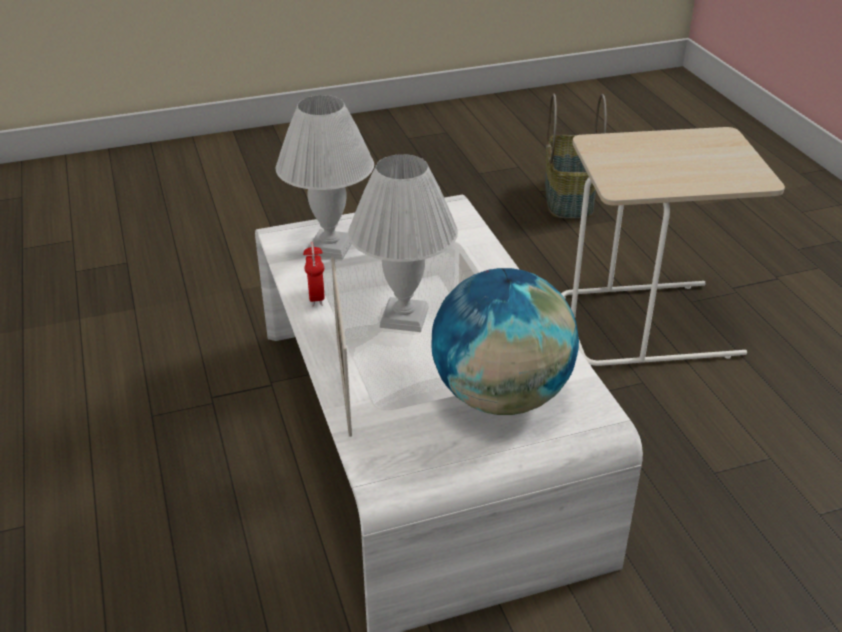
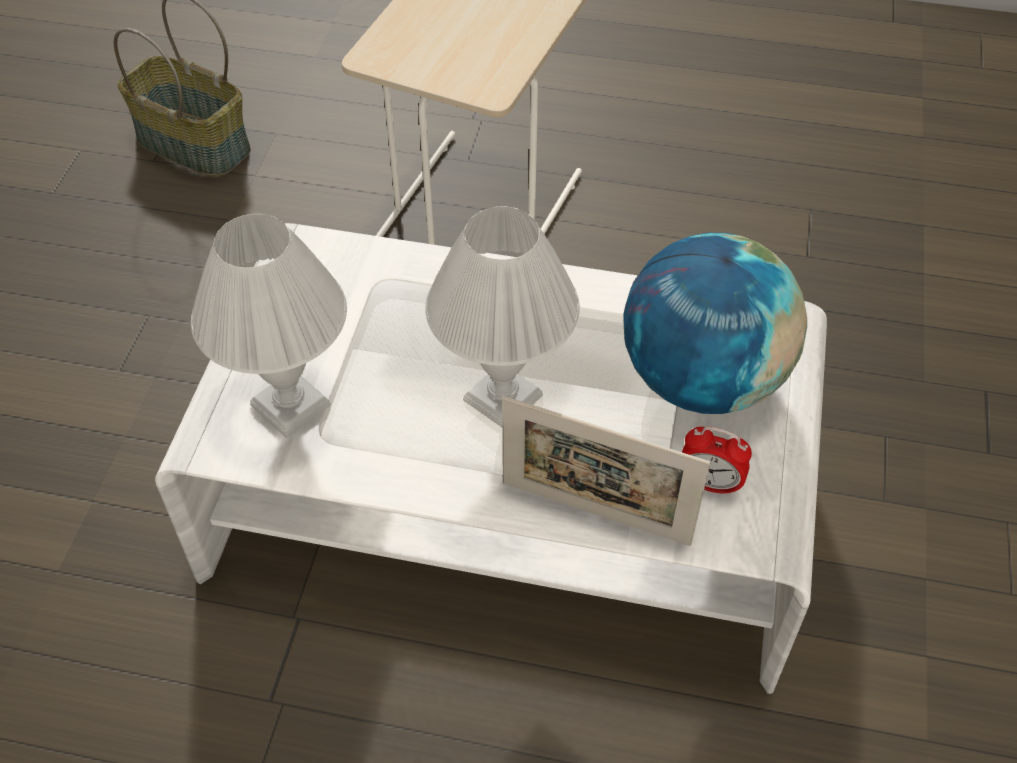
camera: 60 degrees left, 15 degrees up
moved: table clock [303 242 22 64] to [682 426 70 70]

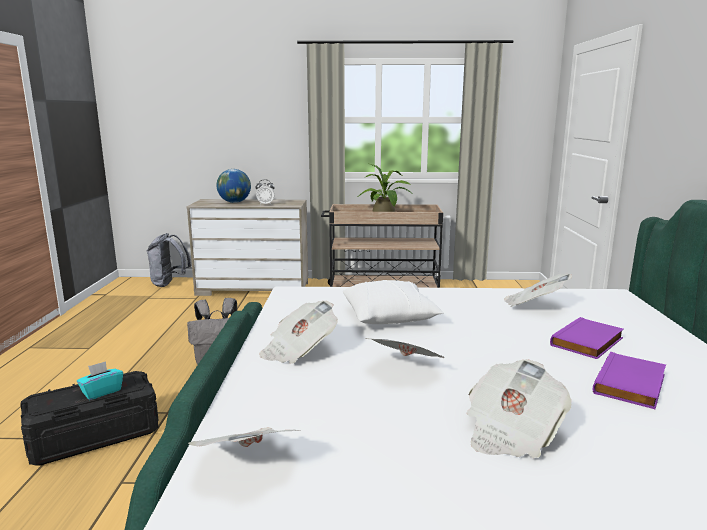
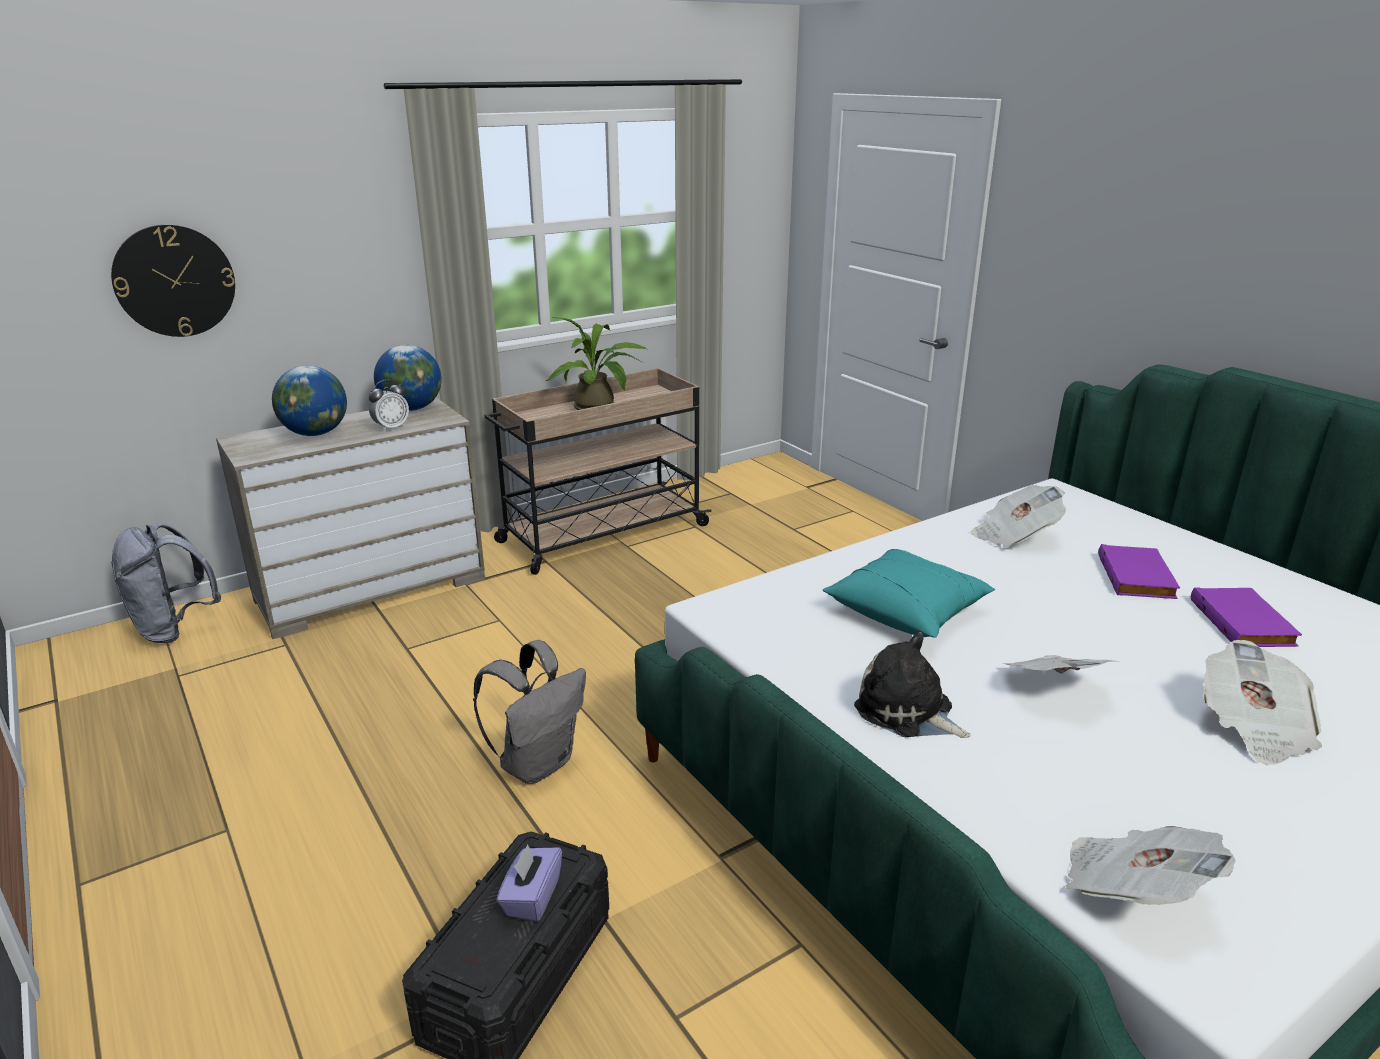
camera: 35 degrees left, 10 degrees up
added: clock on the wall [111 224 124 113]; globe [374 345 68 66]
replaced: printed paper [259 301 79 63] to plush toy [854 632 117 106]
recoloured: blue-green tissue box [77 361 46 39] to purple tissue box [497 844 65 78]; white-coloured pillow [343 280 101 44] to blue-green pillow [823 549 172 89]

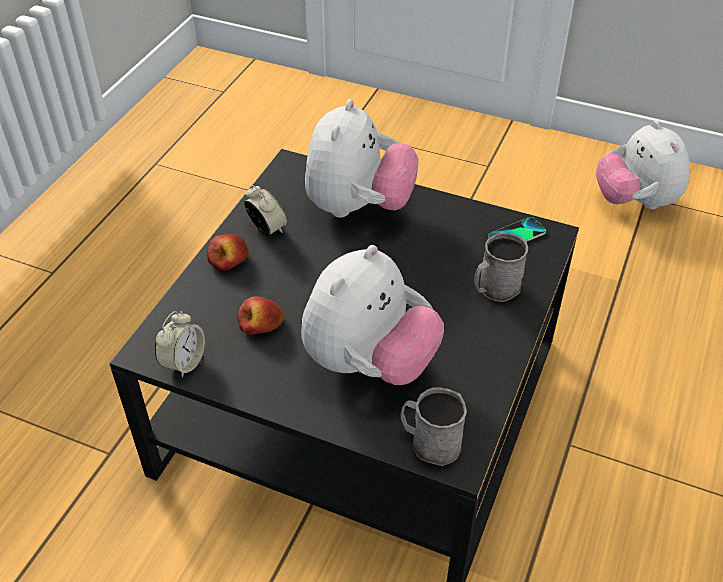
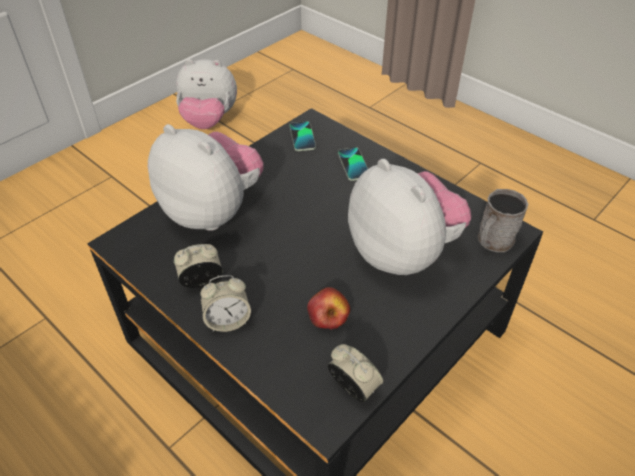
camera: 70 degrees left, 0 degrees up
replaced: apple [207 234 42 37] to table clock [200 275 51 57]; gray coffee mug [474 232 54 70] to phone [338 147 30 34]

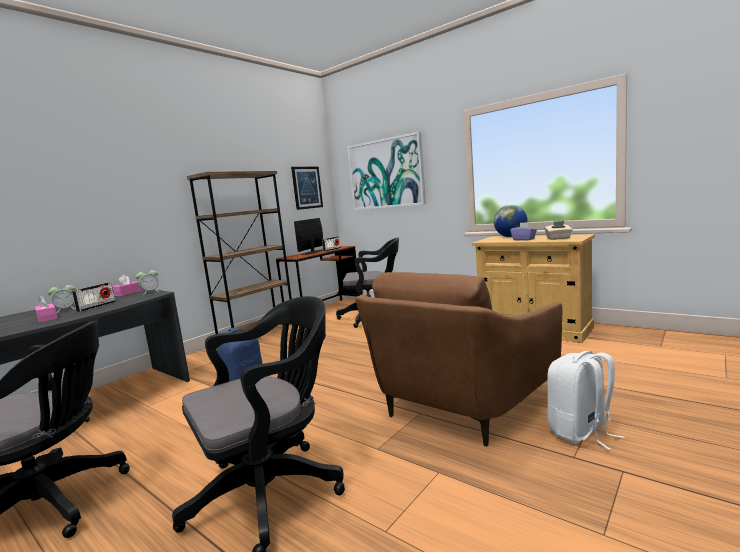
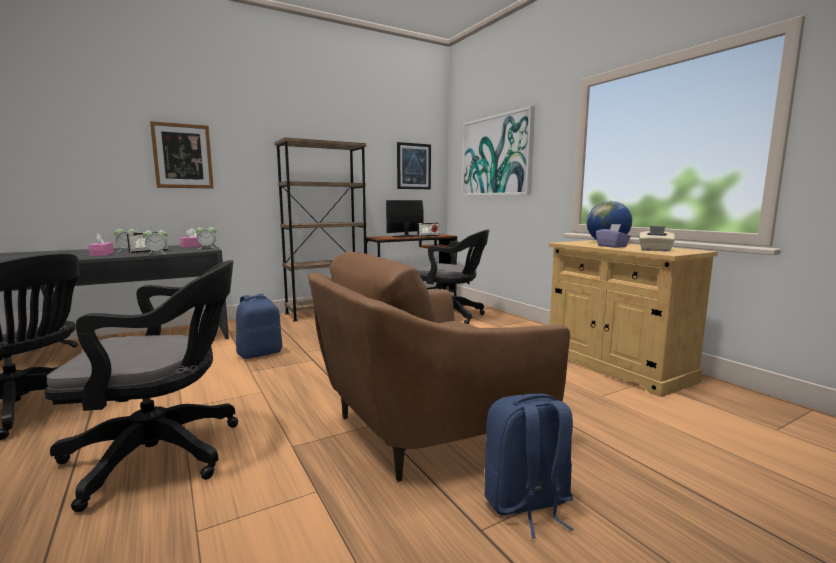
camera: 20 degrees right, 0 degrees up
added: table clock [143 228 25 27]; picture [150 121 64 67]
recoloured: white-coloured knapsack [547 351 78 99] to blue-coloured knapsack [484 394 90 144]

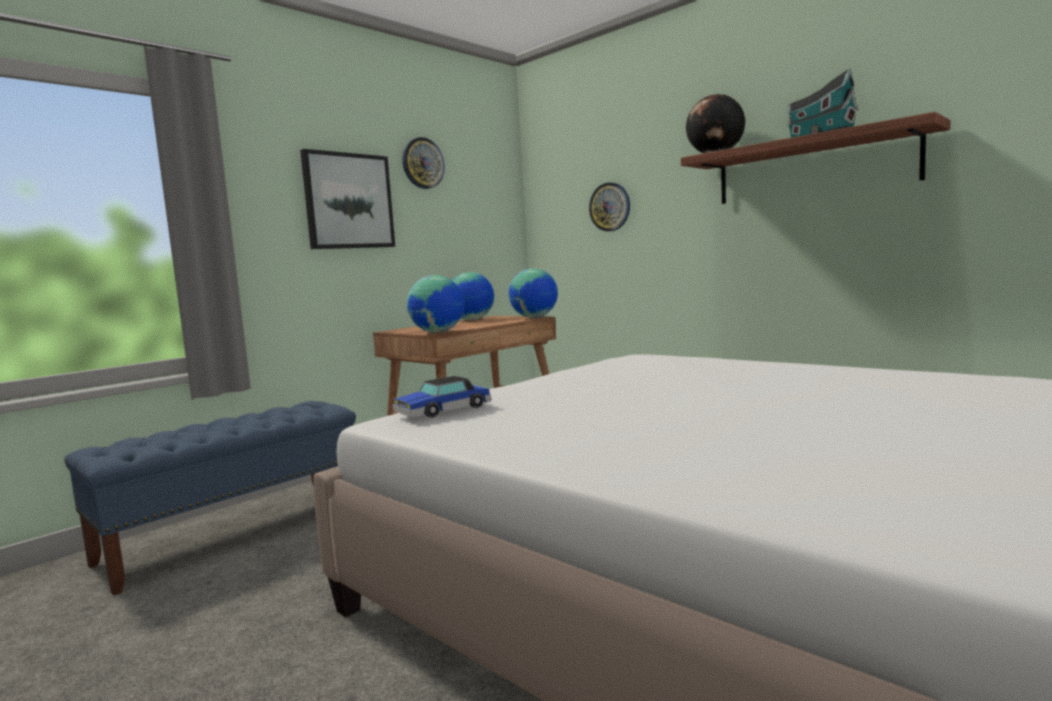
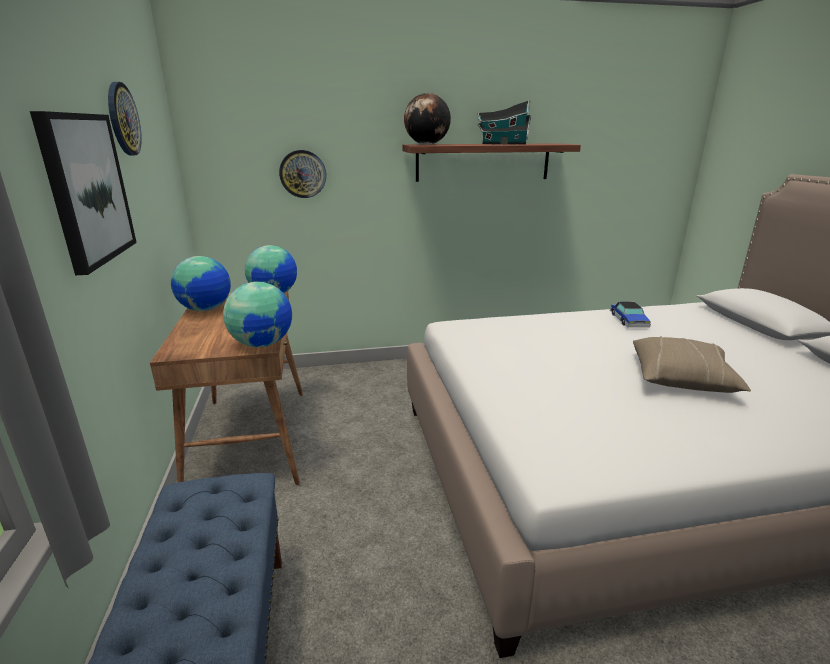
camera: 55 degrees left, 15 degrees up
added: beige-coloured pillow [633 336 118 57]
moved: model car [393 376 98 42] to [610 302 41 26]

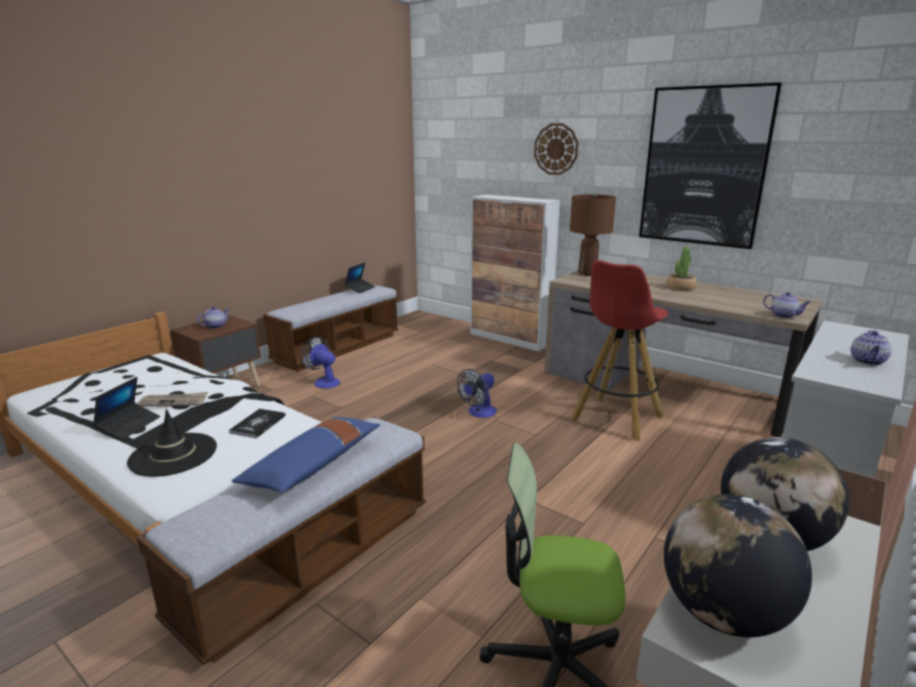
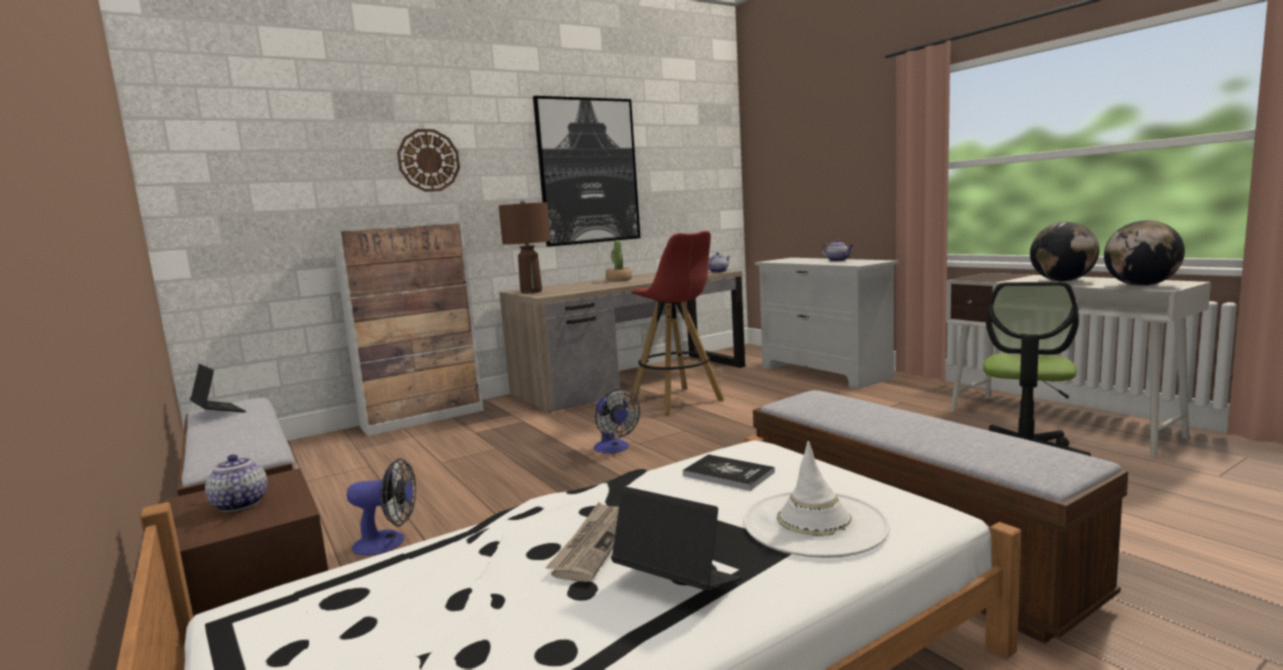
camera: 70 degrees left, 10 degrees down
removed: blue-coloured pillow [232 417 148 76]
recoloured: black-coloured hat [127 409 90 68] to white-coloured hat [743 441 147 117]
turned: electric fan [301 337 39 52] = [347 458 69 97] 150 degrees counterclockwise

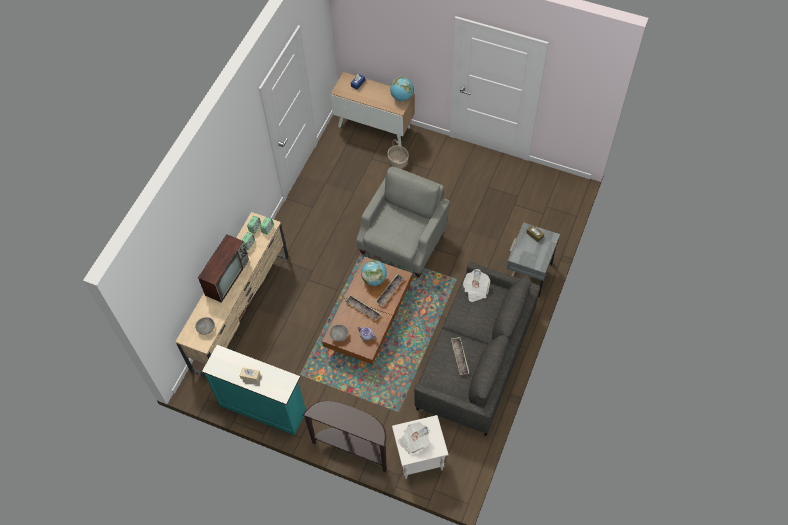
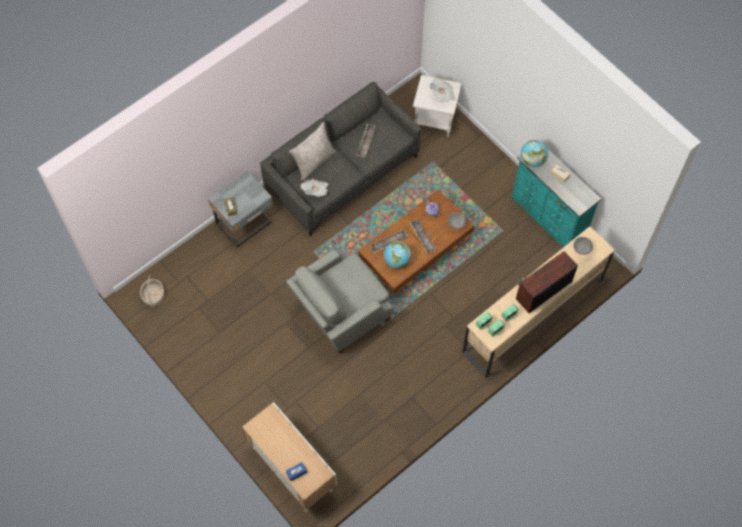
camera: 155 degrees left, 5 degrees up
removed: brown-coloured console table [303 401 84 71]
added: gray pillow [289 122 47 59]
moved: household basket [387 139 22 29] to [140 276 25 31]; globe [390 77 24 24] to [521 140 27 27]

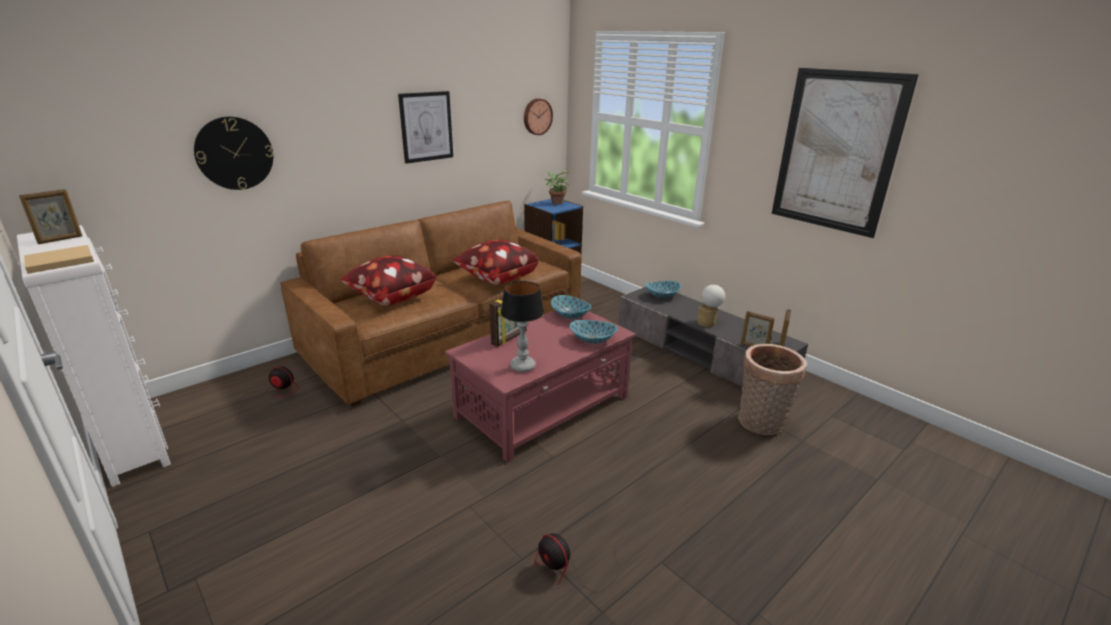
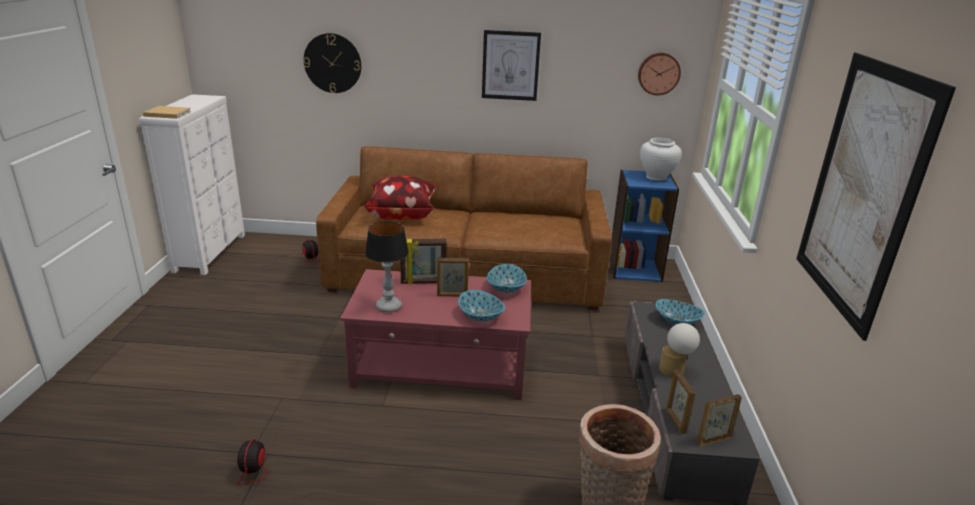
camera: 45 degrees right, 0 degrees up
removed: pillow [452 240 87 45]
moved: standing frame [19 189 63 55] to [437 258 32 38]
replaced: houseplant [545 171 24 34] to white-coloured vase [640 138 42 43]

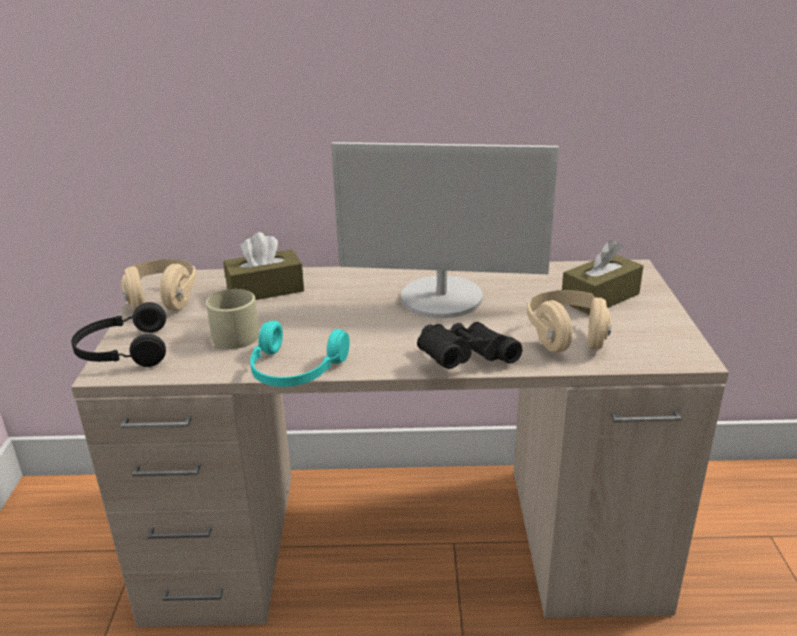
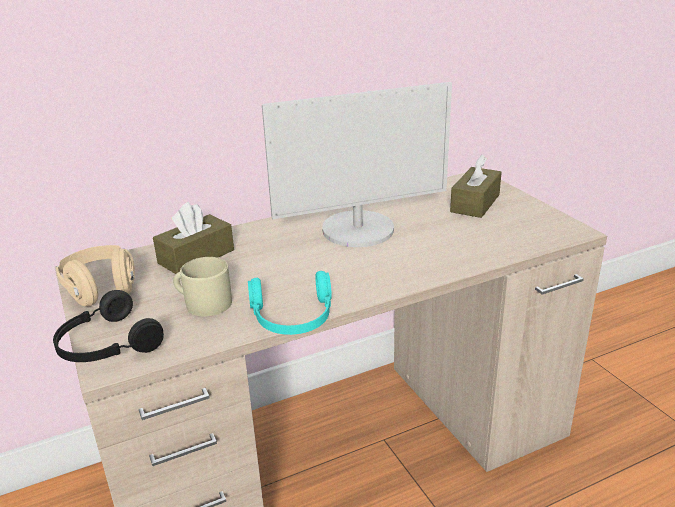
camera: 25 degrees left, 0 degrees up
removed: black-coloured binoculars [417 322 105 47]; beige-coloured headphones [527 290 84 63]

